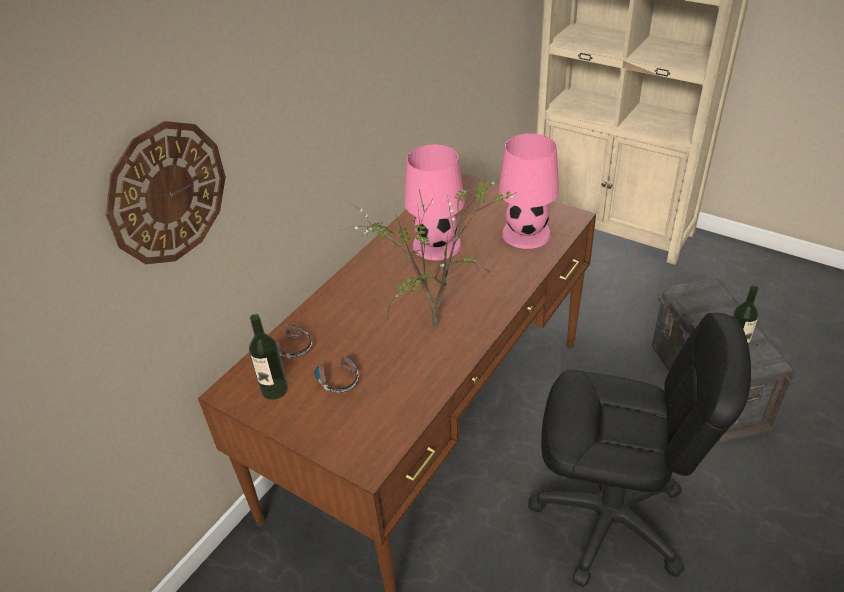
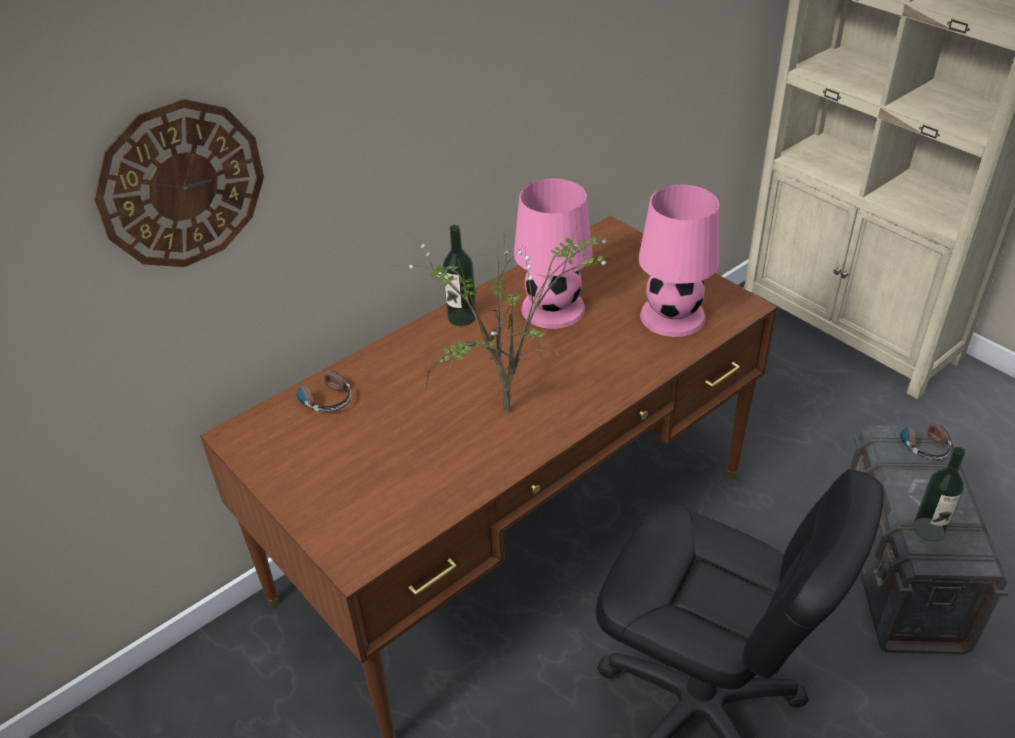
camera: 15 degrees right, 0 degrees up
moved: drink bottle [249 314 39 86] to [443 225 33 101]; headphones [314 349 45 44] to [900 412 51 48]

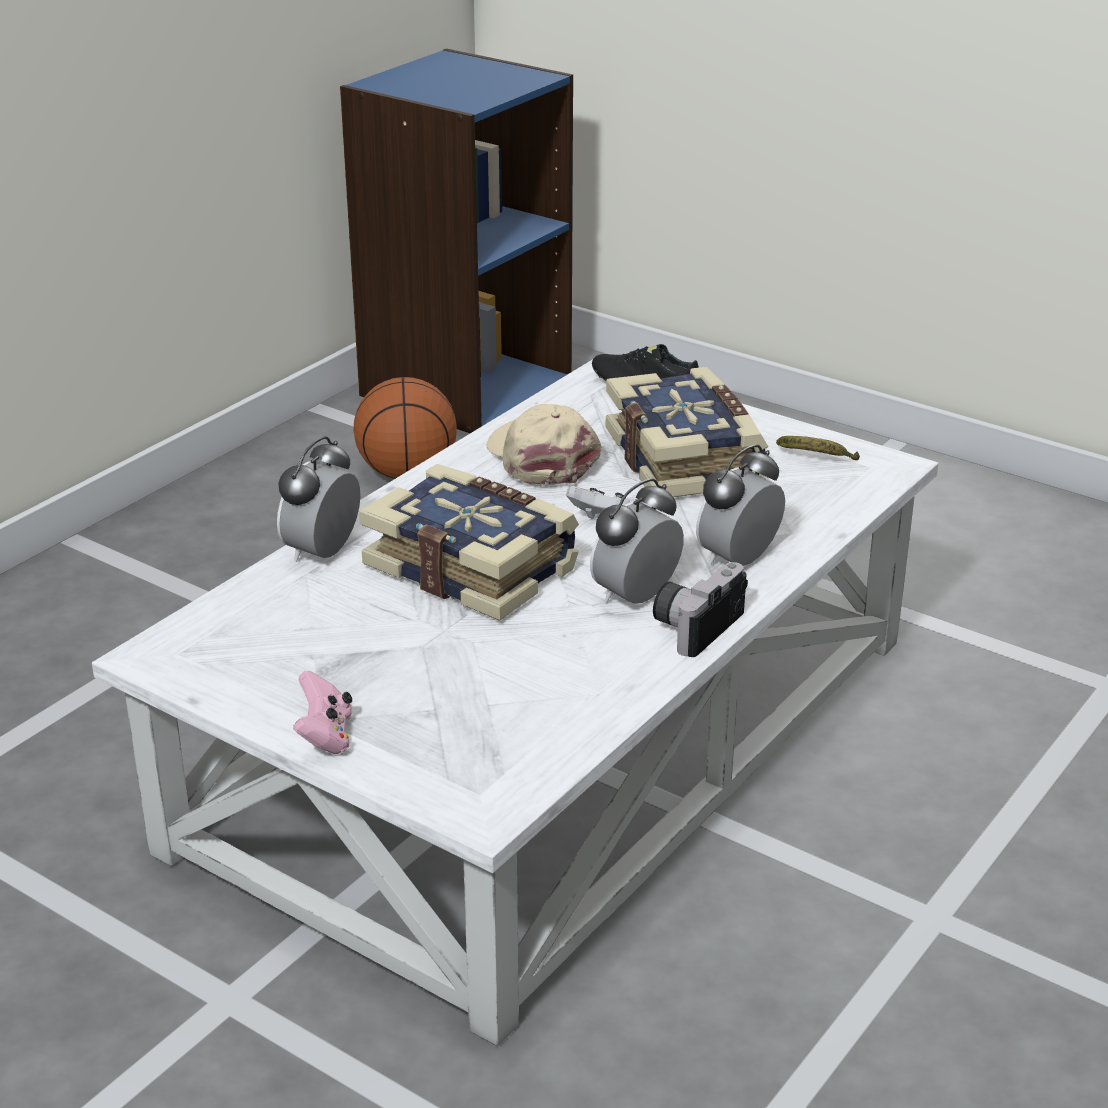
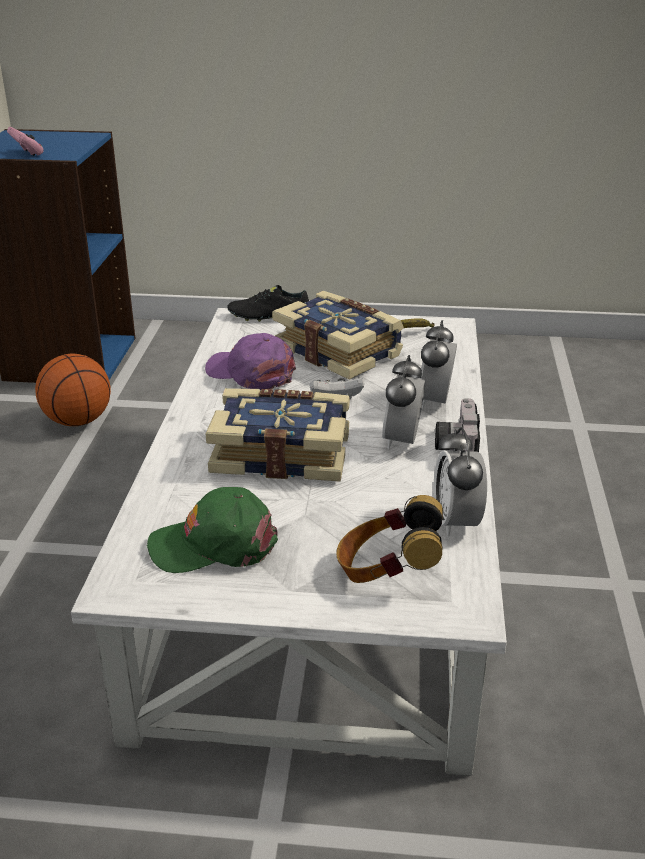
camera: 30 degrees left, 0 degrees up
added: green-coloured baseball cap [147 487 131 86]; headphones [337 495 106 88]
moved: pink game controller [293 671 59 83] to [7 127 37 29]; table clock [277 436 83 126] to [433 427 54 109]
recoloured: beige-coloured baseball cap [487 404 115 81] to purple baseball cap [205 333 91 58]

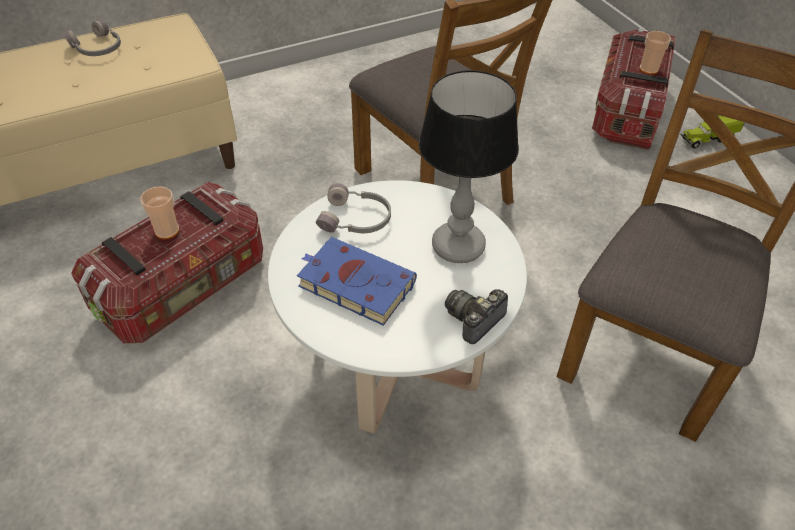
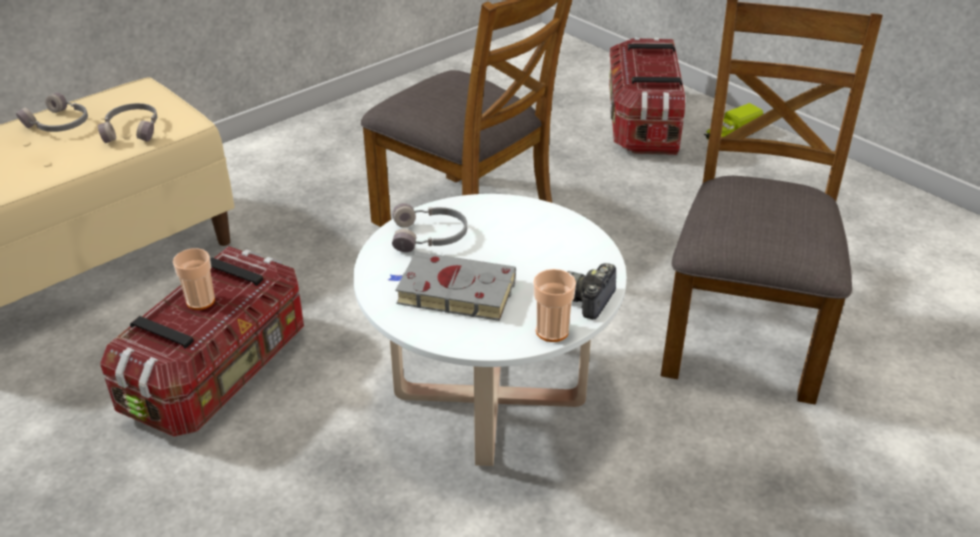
camera: 15 degrees left, 10 degrees down
removed: tabletop lamp [419 70 100 193]
added: gray headphones [98 103 59 40]
moved: drinking cup [640 31 31 44] to [533 269 43 73]
recoloured: blue-coloured bound book [297 237 120 89] to gray bound book [388 251 128 70]

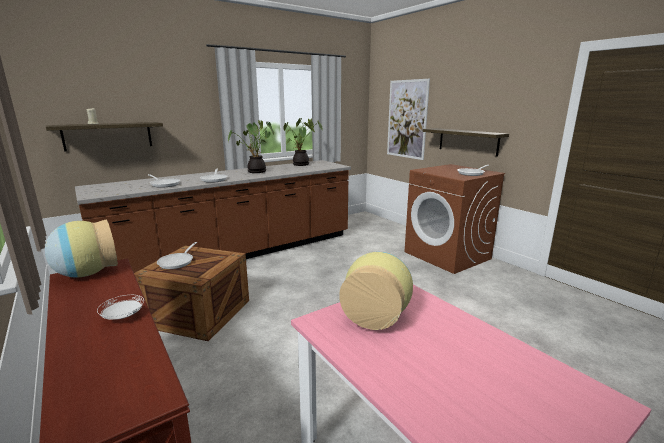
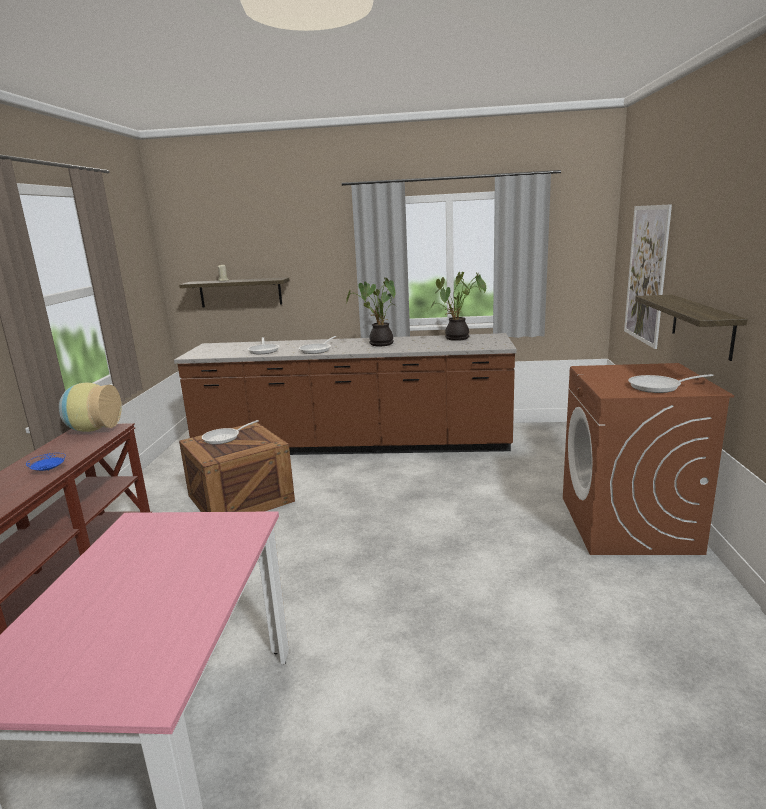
camera: 40 degrees right, 0 degrees up
removed: vase [339 252 74 78]
recoloured: white-coloured flat dish [97 295 47 25] to blue-coloured flat dish [26 453 40 18]

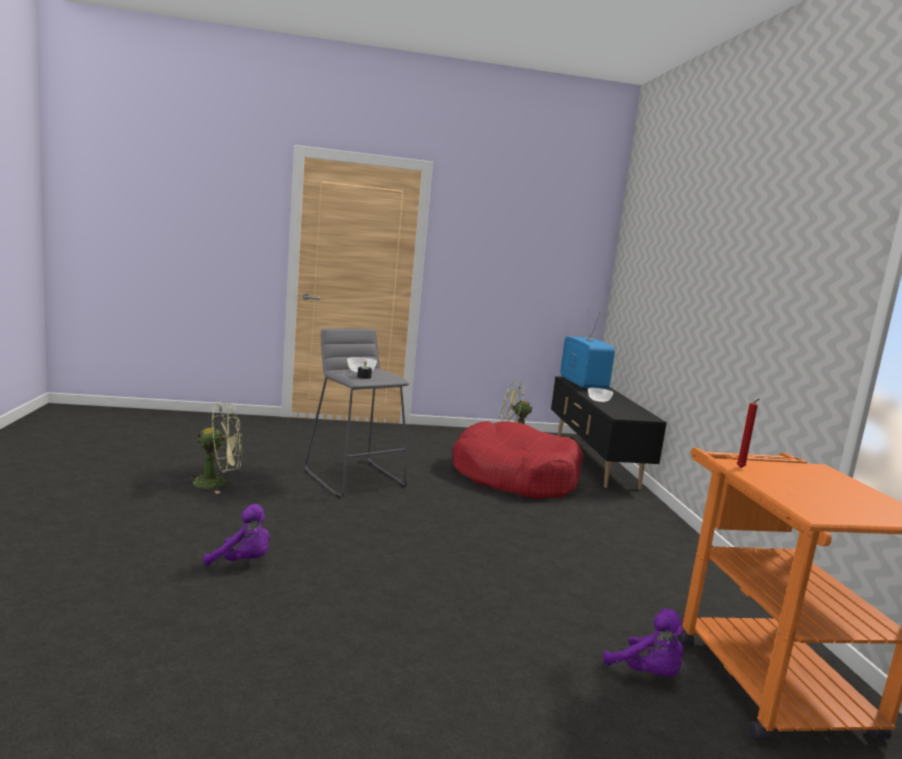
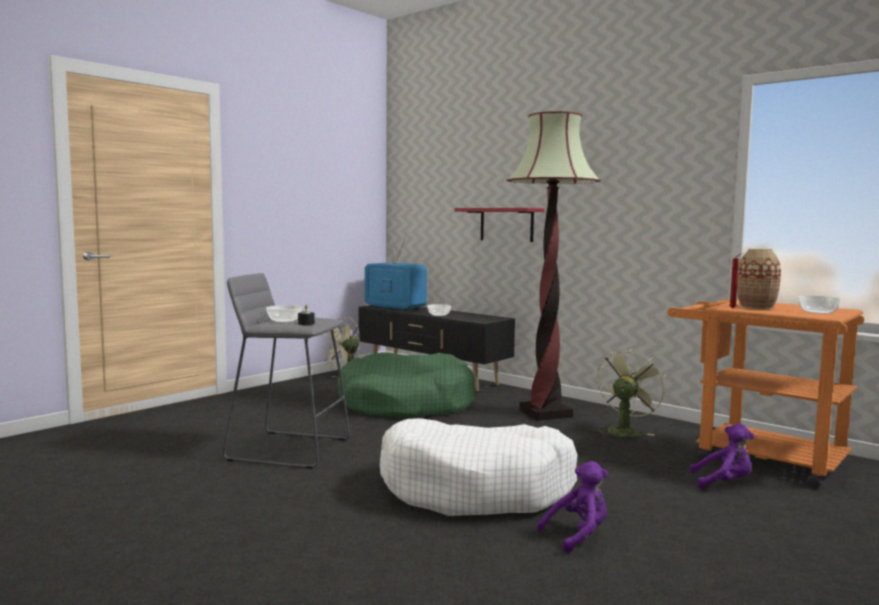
camera: 40 degrees left, 5 degrees down
added: white-coloured pet bed [380 418 197 98]; red shelf [455 208 90 34]; floor lamp [507 111 94 310]; vase [737 248 44 61]; serving bowl [798 296 43 18]
moved: purple plush toy [204 504 66 62] to [536 461 72 92]; green-coloured electric fan [186 403 56 91] to [596 348 70 89]
recoloured: red pet bed [453 421 130 78] to green-coloured pet bed [337 352 138 66]

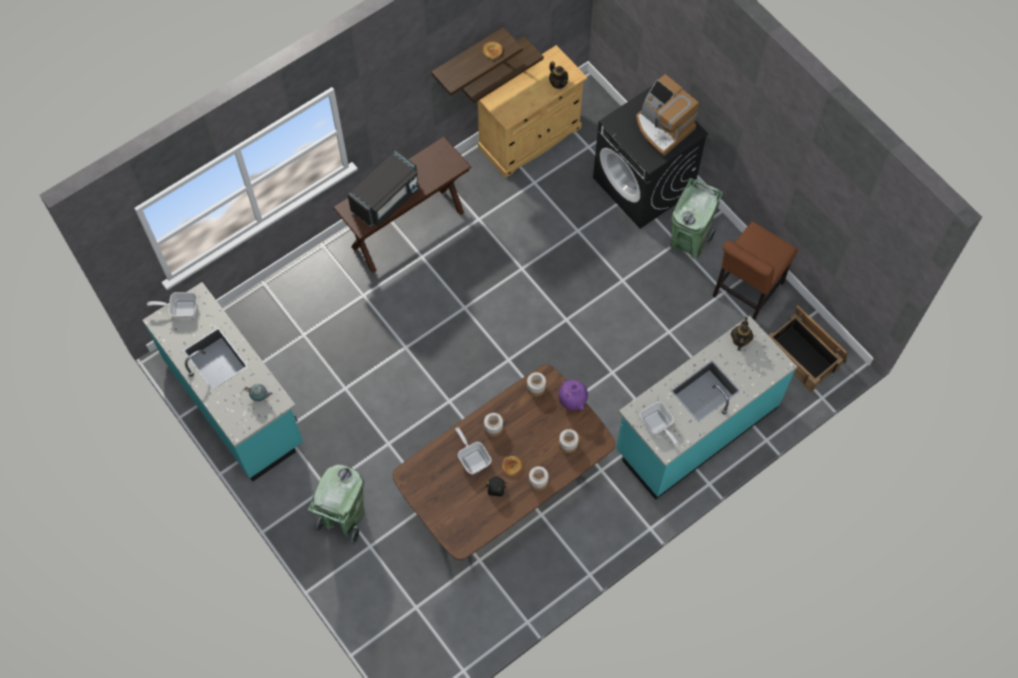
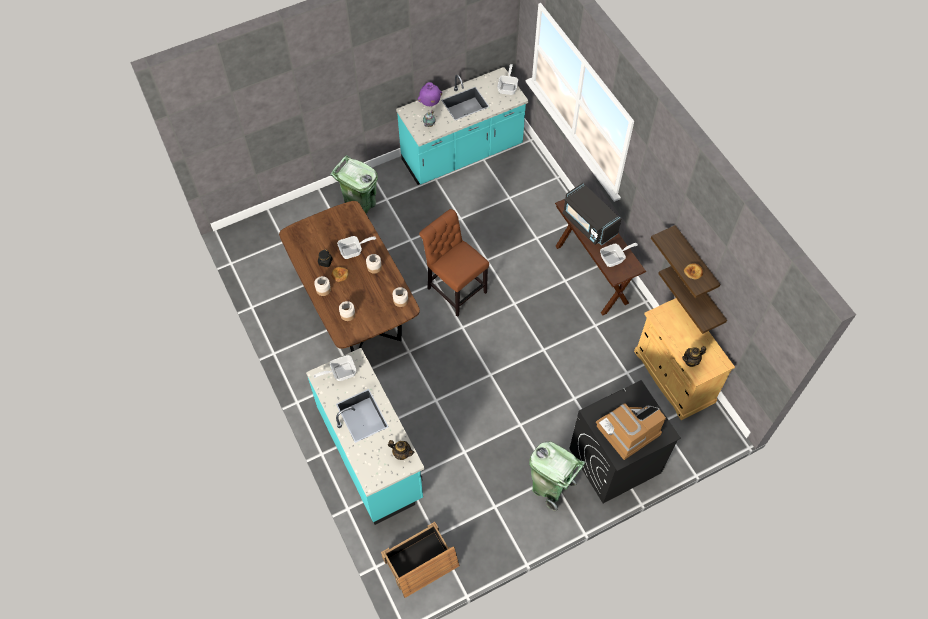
camera: 100 degrees right, 5 degrees down
added: skillet [600 243 38 24]
moved: purple vase [558 380 30 31] to [418 82 24 24]; brown-coloured plain chair [713 222 85 99] to [419 209 70 108]

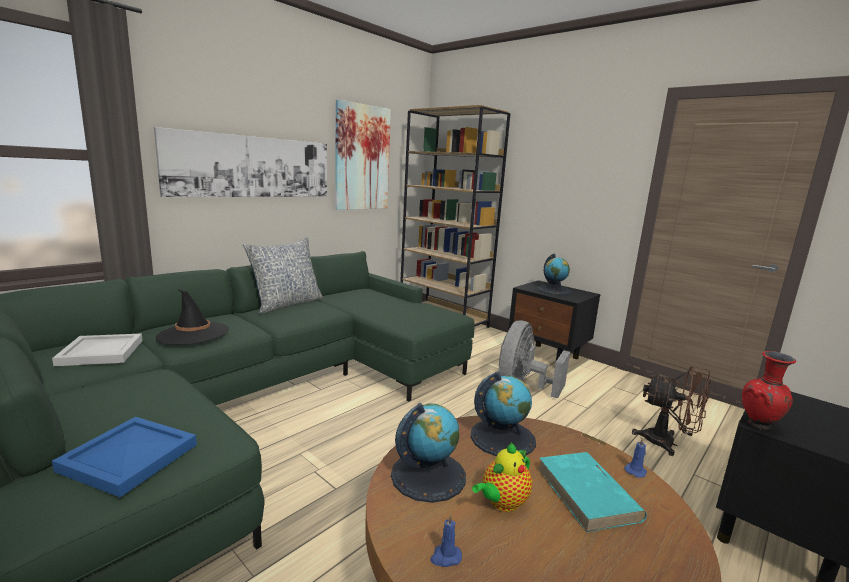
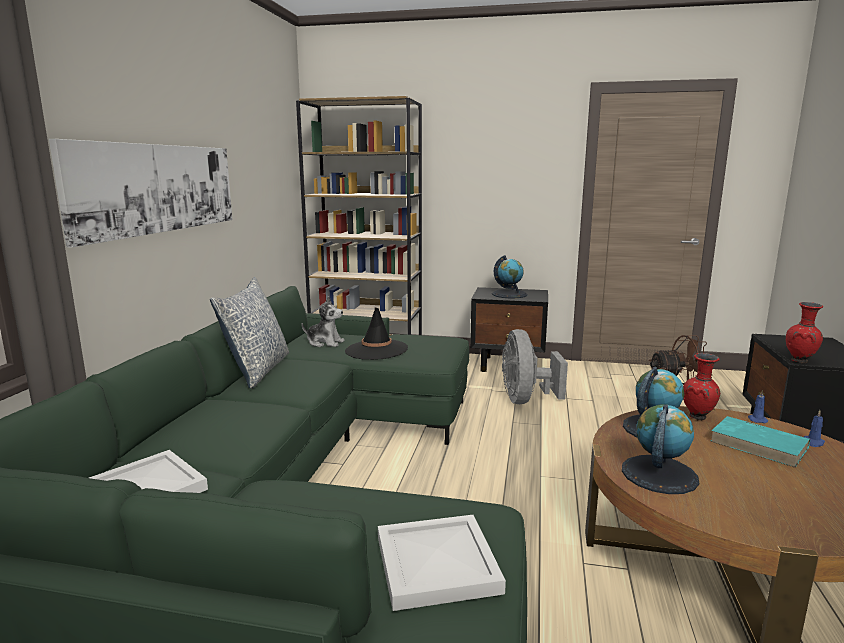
camera: 30 degrees left, 0 degrees up
removed: picture [335 100 56 110]; pot for tea [472 443 60 69]
added: plush toy [302 296 42 51]; red vase [683 353 37 68]
moved: black-coloured hat [156 289 73 56] to [345 307 63 53]; blue-coloured candle [430 513 32 54] to [804 410 21 37]
recoloured: blue-coloured serving tray [52 417 145 80] to white-coloured serving tray [378 515 128 96]

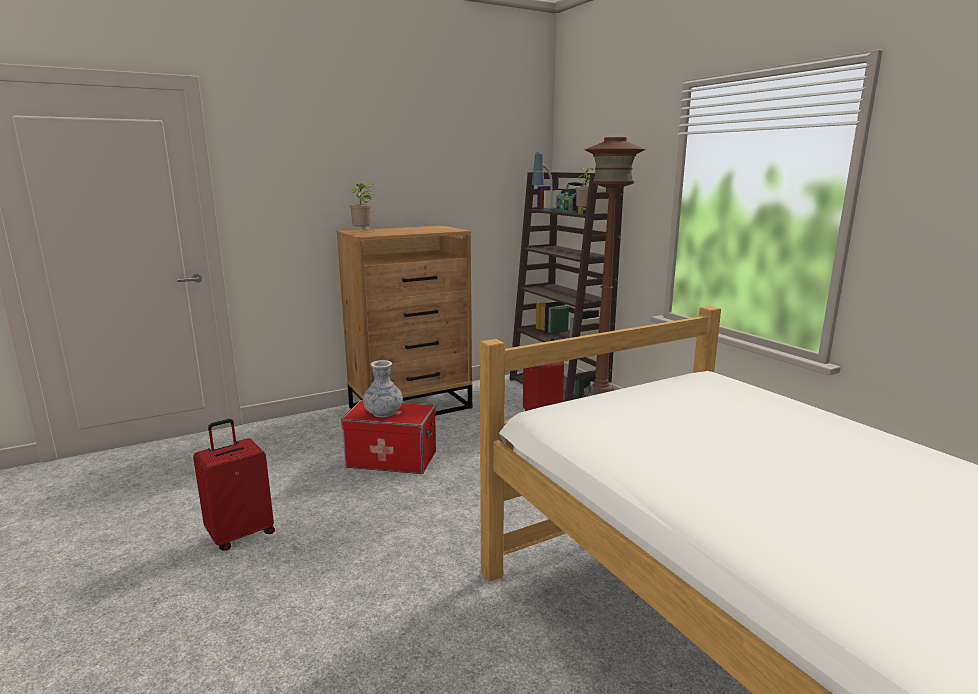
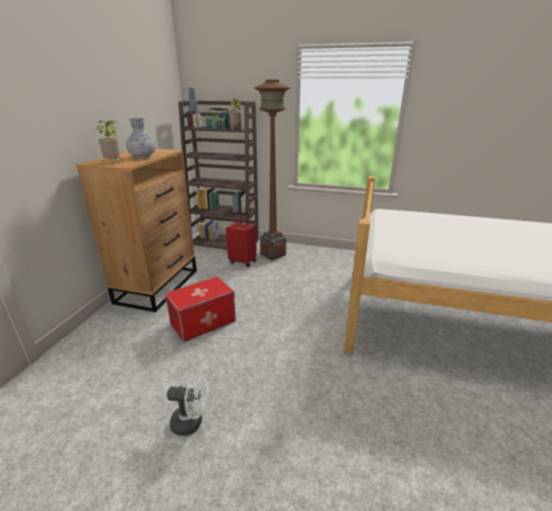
camera: 45 degrees left, 10 degrees up
moved: vase [363 360 40 57] to [126 117 30 41]
replaced: red travel case [193 419 82 132] to white-coloured electric fan [167 373 42 63]

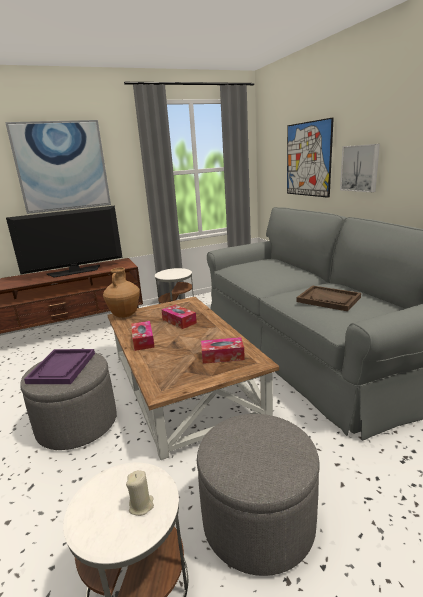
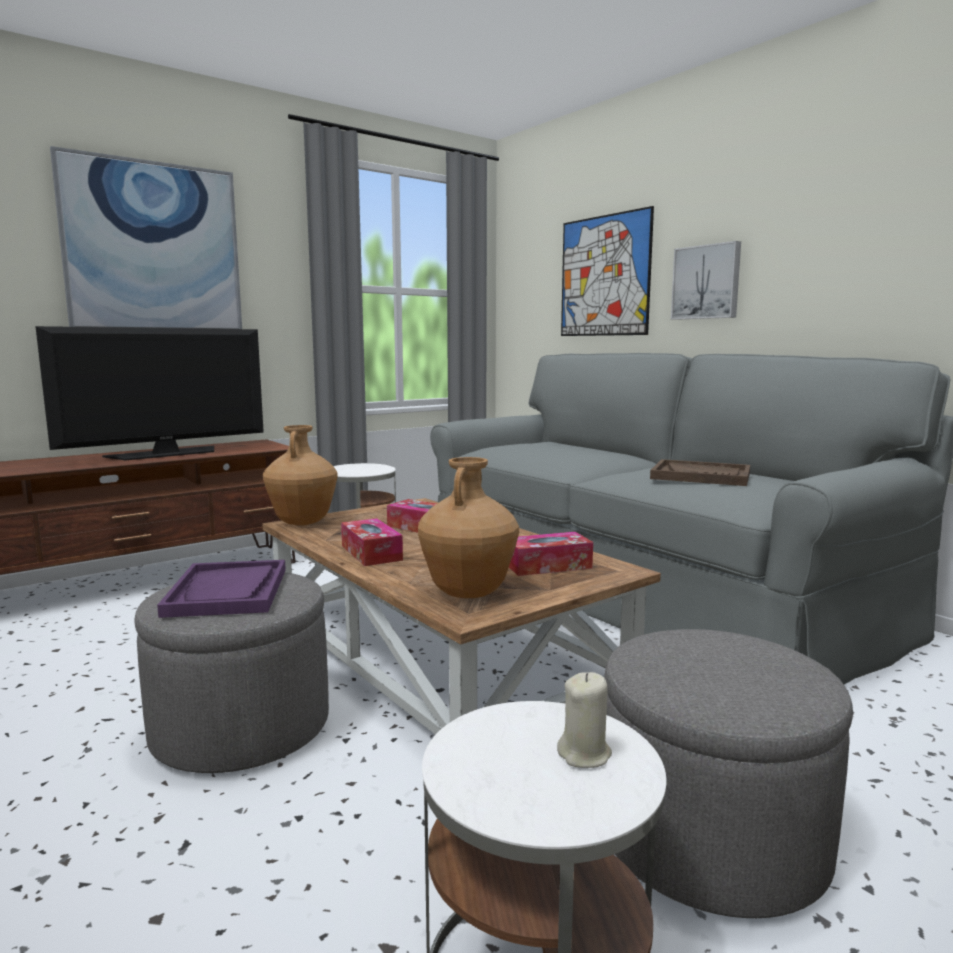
camera: 15 degrees left, 10 degrees down
added: brown-coloured vase [418 457 101 141]

